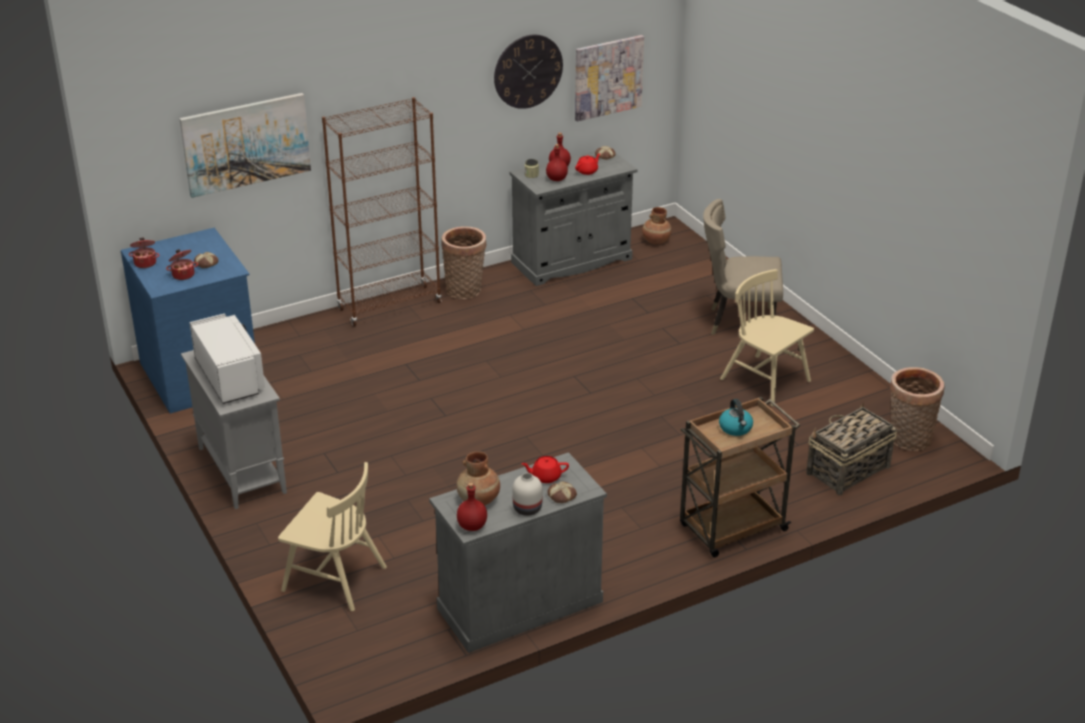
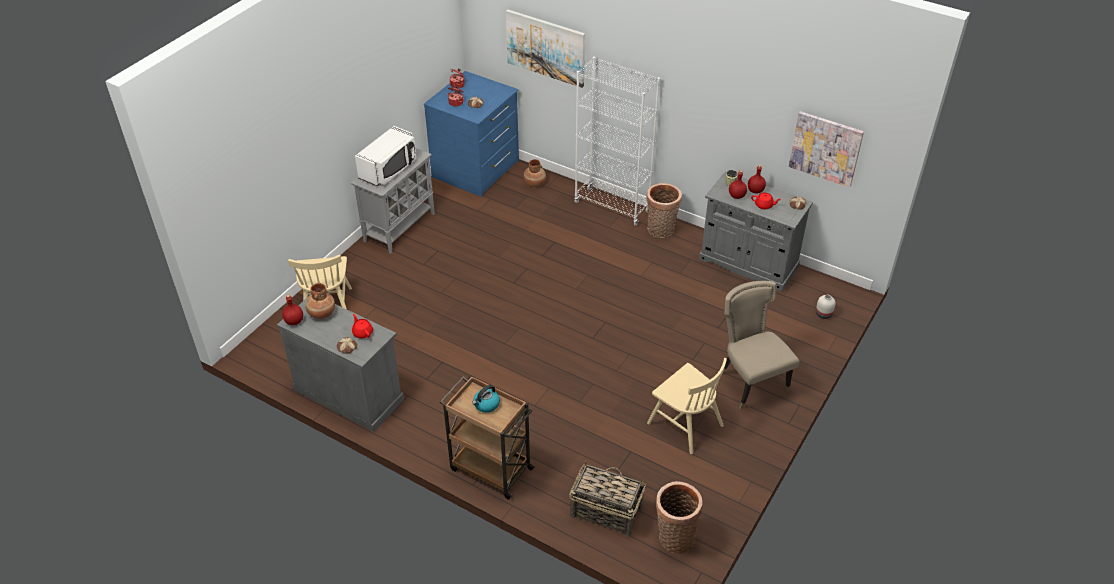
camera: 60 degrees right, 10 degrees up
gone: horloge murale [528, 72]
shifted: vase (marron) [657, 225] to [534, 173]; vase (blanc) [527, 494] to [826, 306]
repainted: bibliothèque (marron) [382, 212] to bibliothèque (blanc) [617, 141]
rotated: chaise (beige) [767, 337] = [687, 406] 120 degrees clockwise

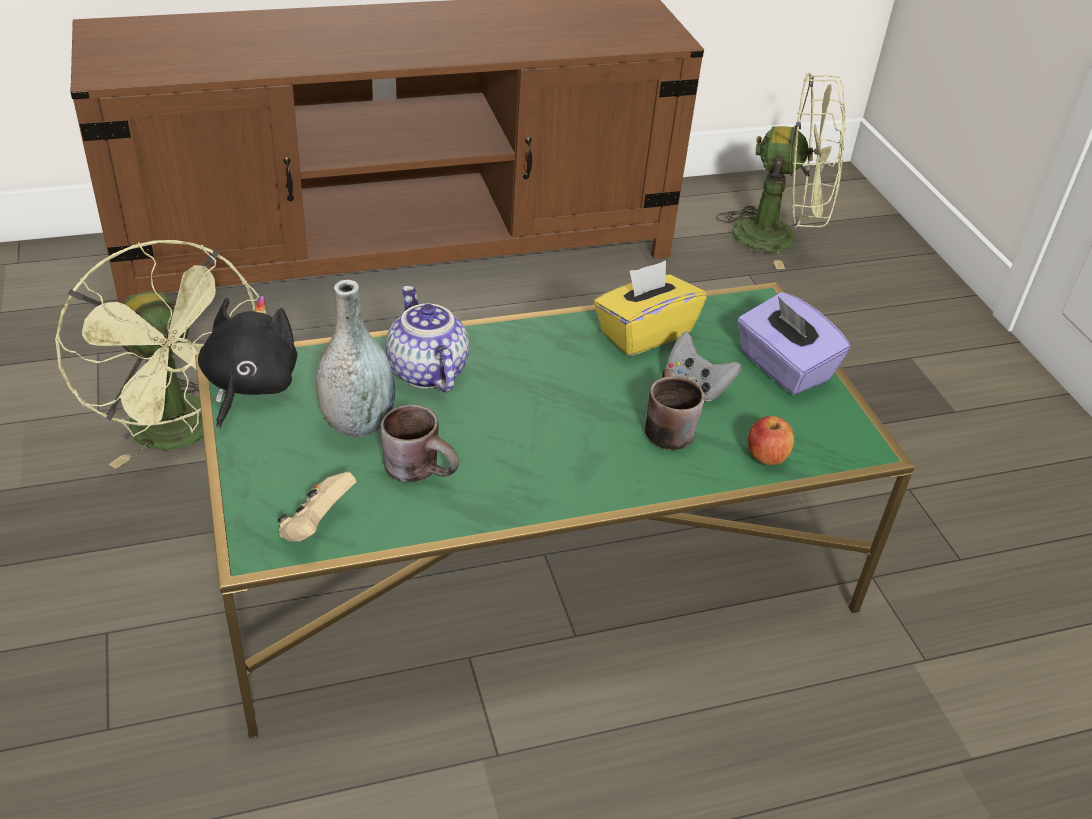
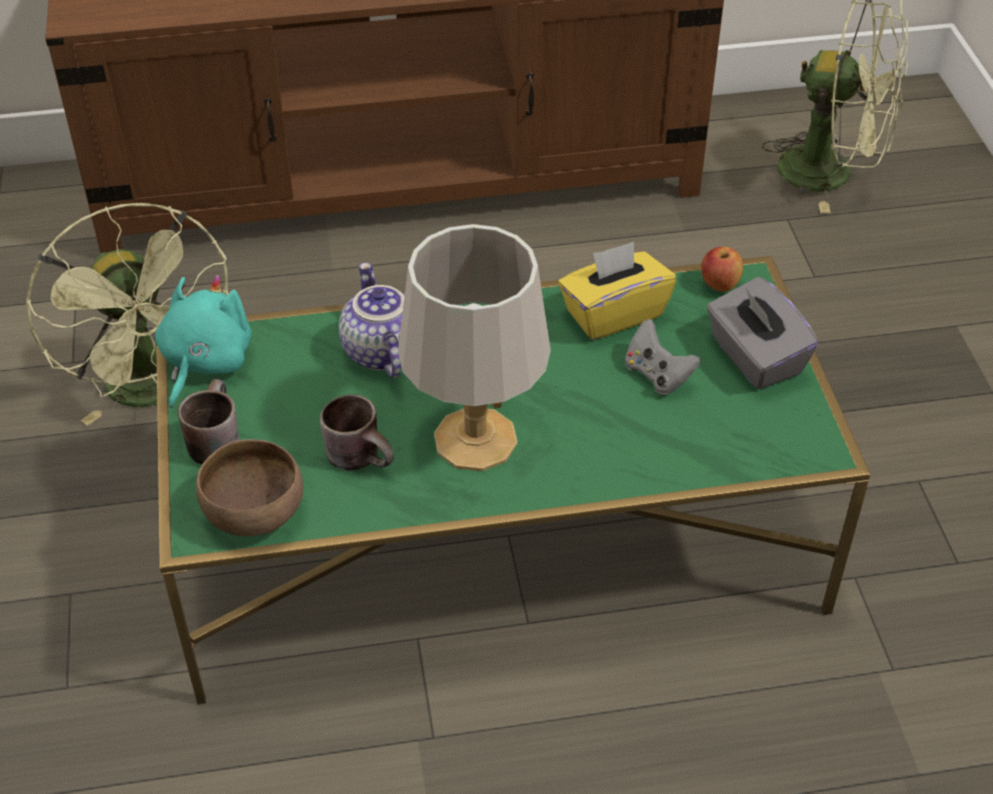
camera: 10 degrees right, 5 degrees up
gone: vase (gris) [355, 358]
new: lampe de table (gris) [474, 347]
shifted: mug (marron) [675, 409] to [209, 421]; pomme [771, 440] to [722, 269]
swapped: manette (beige) [316, 507] to bol (marron) [249, 488]
repainted: boîte à mouchoirs (violet) [793, 343] to boîte à mouchoirs (gris) [763, 333]; peluche (noir) [247, 362] to peluche (turquoise) [203, 342]

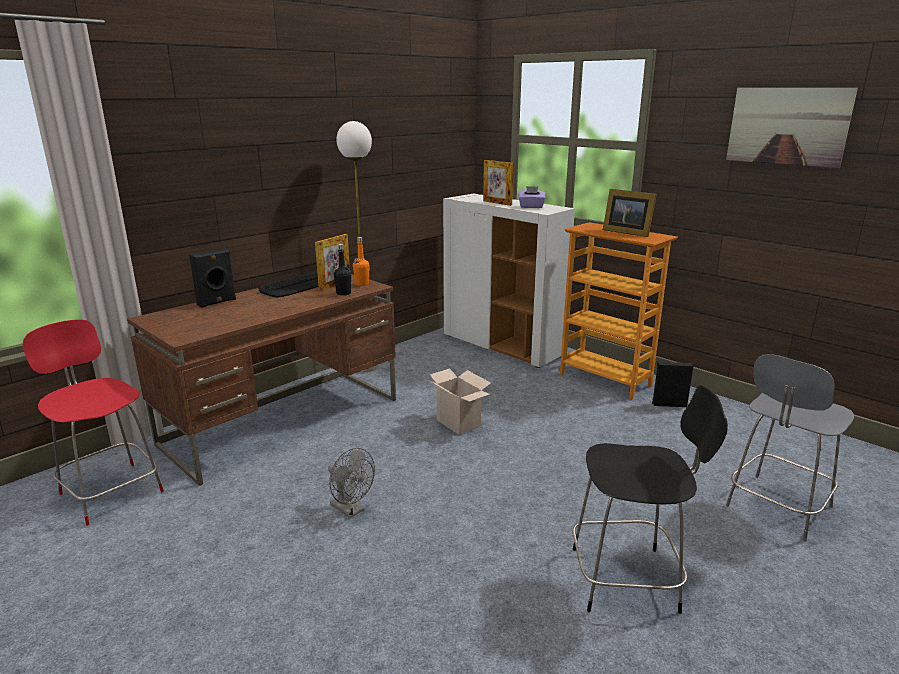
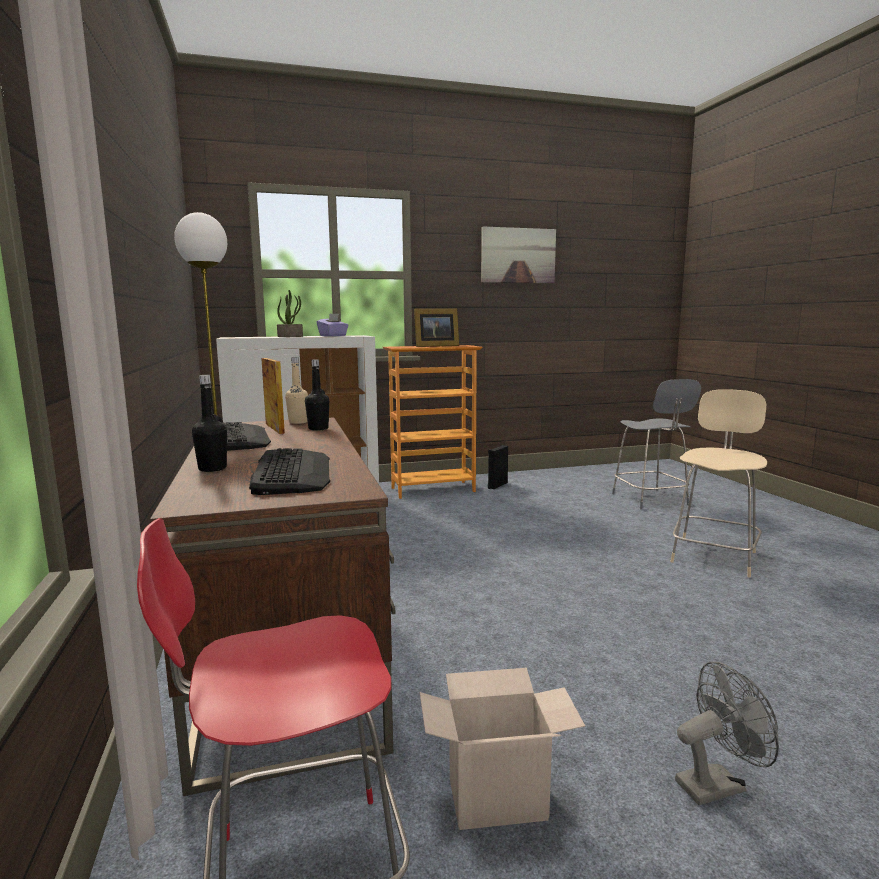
camera: 60 degrees left, 10 degrees down
new: clavier [289, 471]
shifted: carton [459, 401] to [502, 749]; ventilateur (gris) [351, 483] to [727, 733]
swapped: cadre photo [498, 183] to plante en pot [290, 313]; enceinte (noir) [212, 278] to bouteille (noir) [209, 423]
repainted: bouteille (orange) [361, 261] to bouteille (beige) [296, 390]; chaise (noir) [650, 499] to chaise (beige) [719, 483]

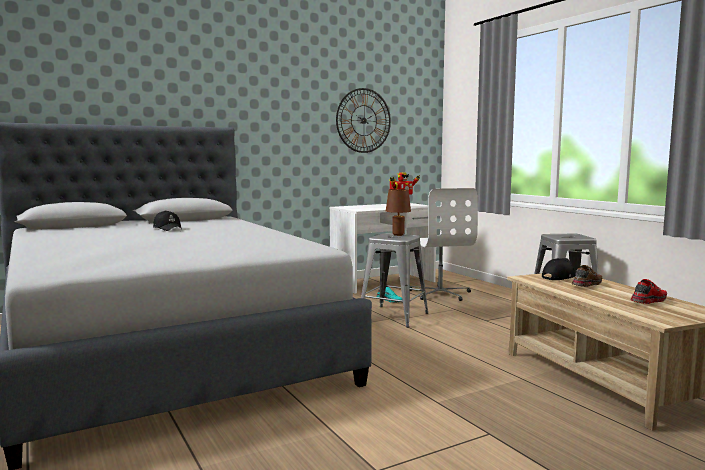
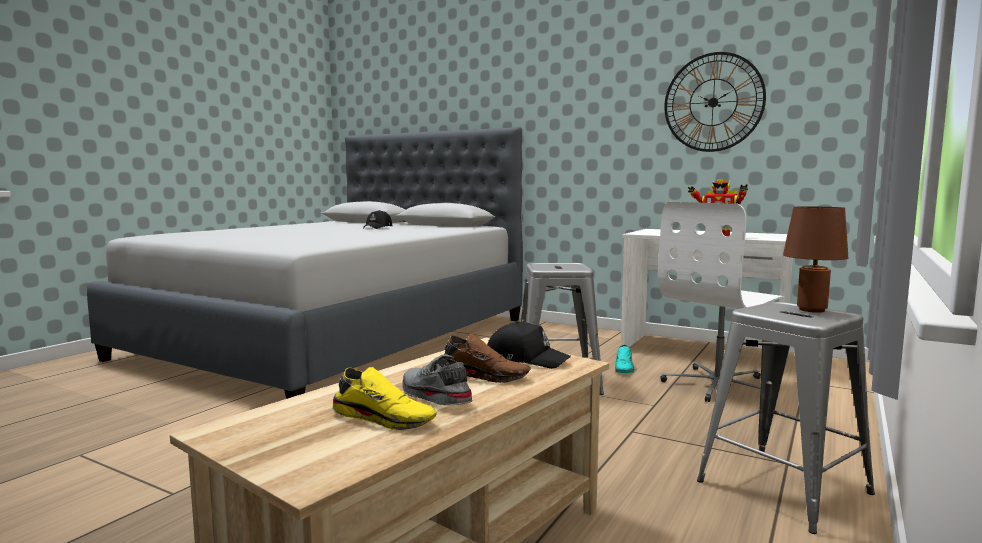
camera: 60 degrees right, 0 degrees up
new: chaussure (gris) [438, 379]
shifted: lampe de table (marron) [398, 212] to [815, 259]
repainted: chaussure (rouge) [648, 291] to chaussure (jaune) [384, 398]

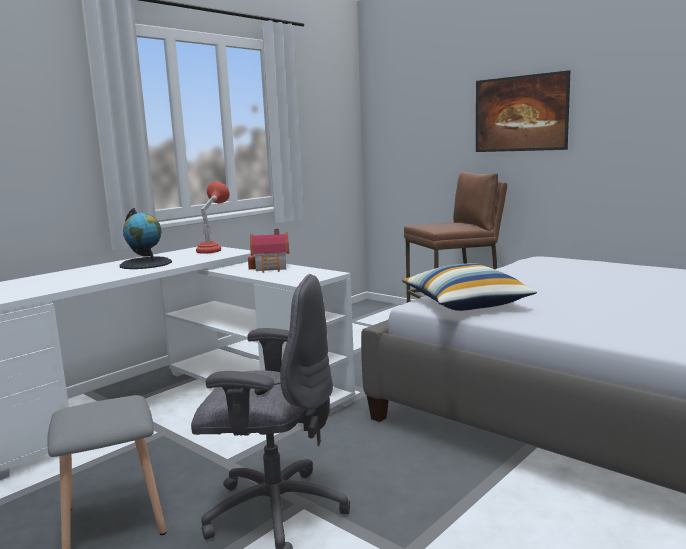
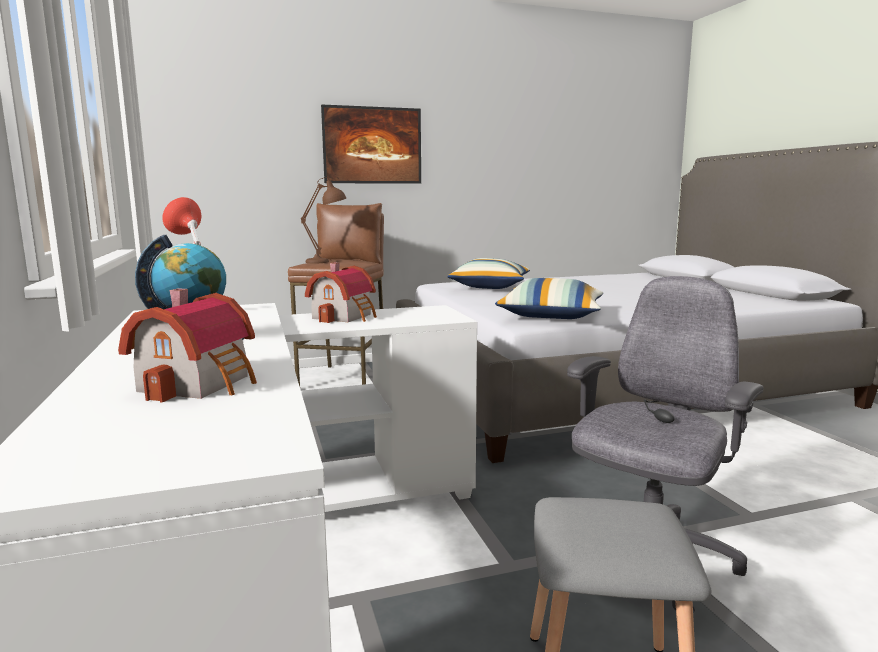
camera: 60 degrees left, 0 degrees up
new: lampe de table (marron) [323, 220]; coussin [488, 273]; maison miniature [187, 345]

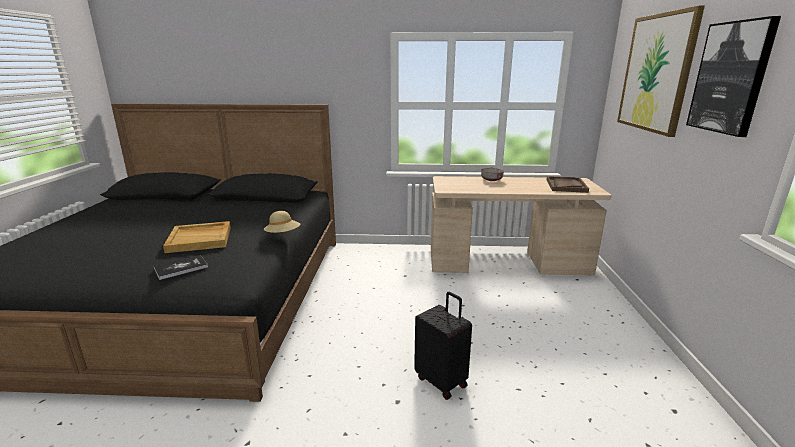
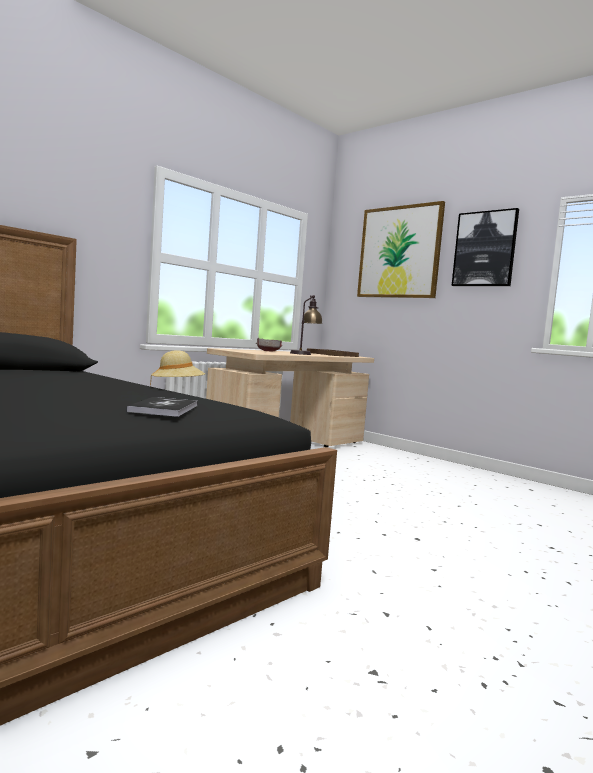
camera: 50 degrees left, 15 degrees down
gone: plateau (beige) [197, 237]; valise (noir) [443, 346]
new: lampe de table [306, 325]

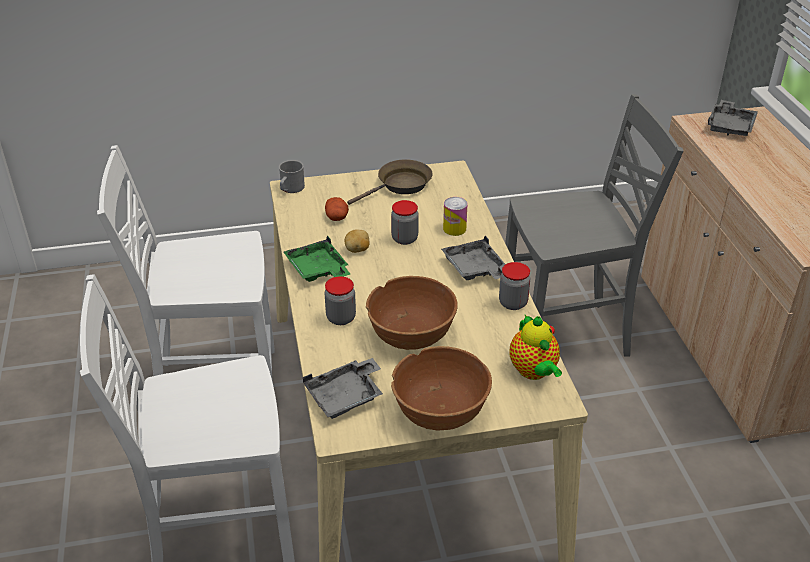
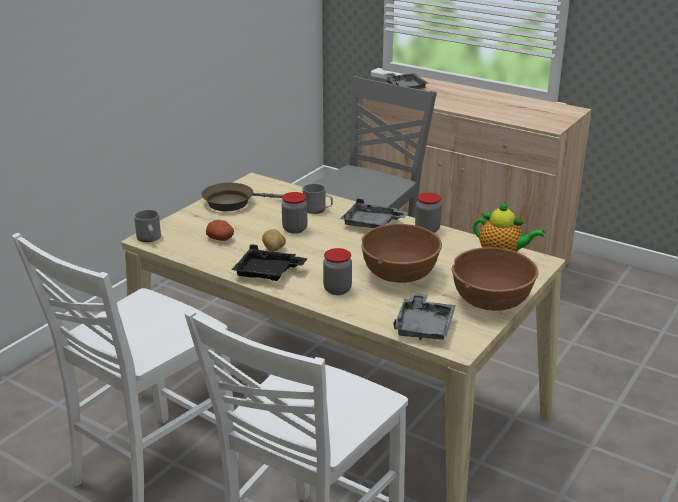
camera: 45 degrees left, 10 degrees down
swapped: boîte métallique [455, 216] to mug (gris) [317, 198]
repainted: plateau (vert) [316, 259] to plateau (noir) [269, 262]
rotated: poêle (marron) [390, 182] = [242, 197] 105 degrees counterclockwise

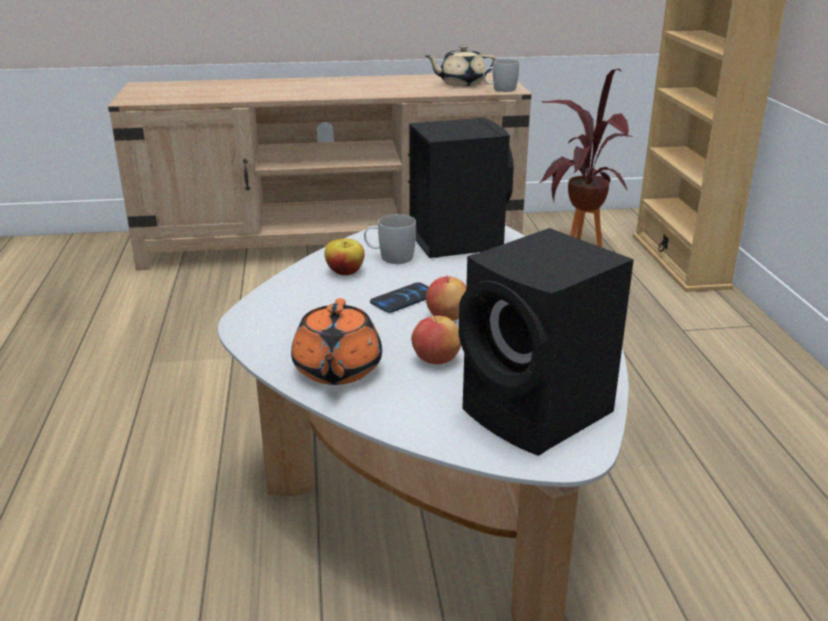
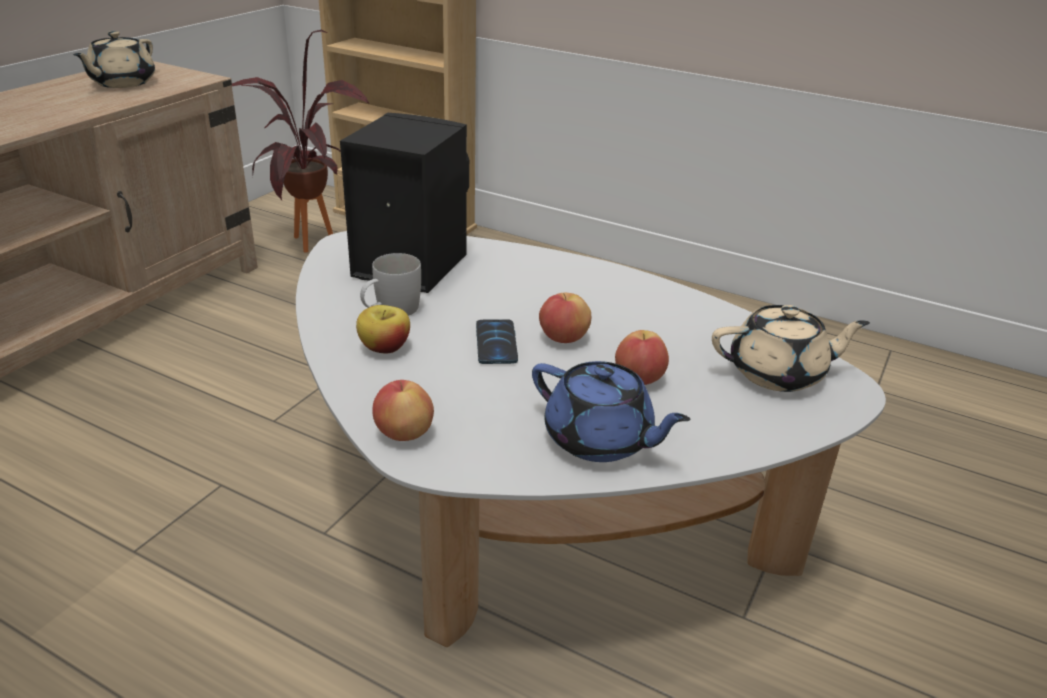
camera: 55 degrees left, 5 degrees up
gone: mug (blanc) [501, 75]
new: pomme [403, 410]
swapped: enceinte (noir) [546, 342] to théière (beige) [791, 348]
repainted: théière (orange) [336, 341] to théière (bleu) [611, 411]

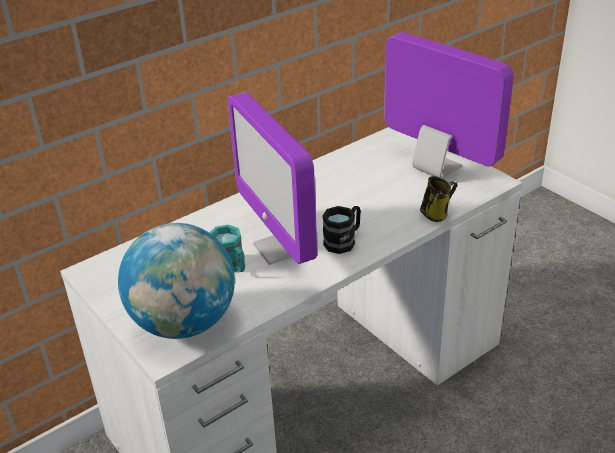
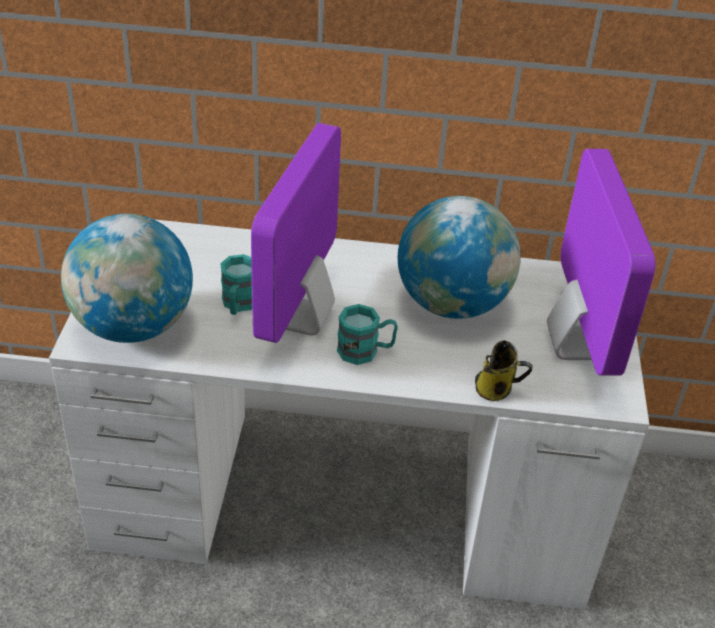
camera: 40 degrees right, 5 degrees up
new: globe [459, 257]
repainted: mug (noir) [341, 230] to mug (turquoise) [367, 334]

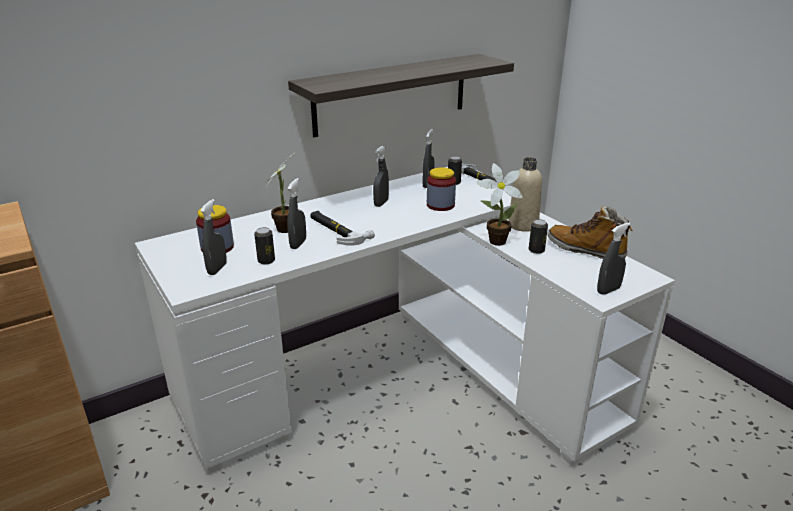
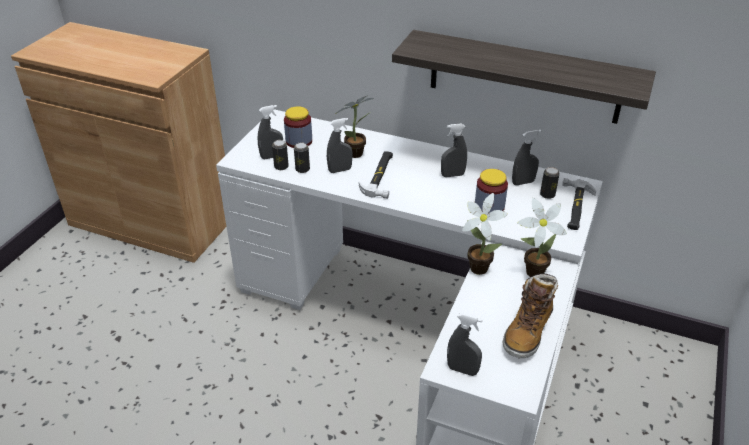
camera: 55 degrees right, 10 degrees up
shifted: boîte métallique [538, 236] to [280, 155]
swapped: bouteille (beige) [525, 194] to plante en pot [542, 237]
rotated: botte [590, 232] = [530, 316] 150 degrees counterclockwise

